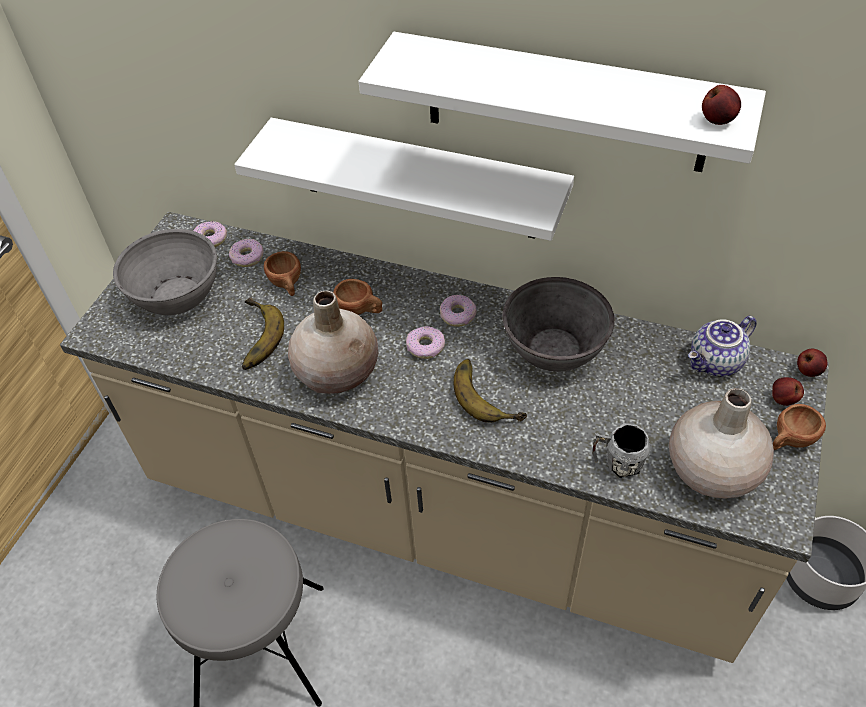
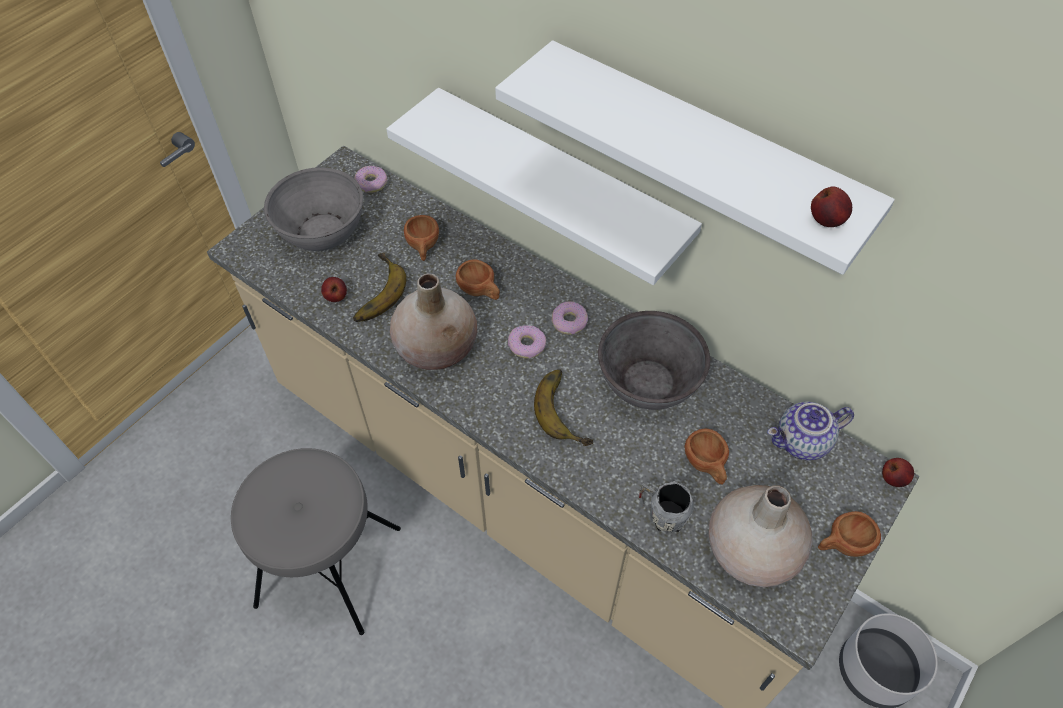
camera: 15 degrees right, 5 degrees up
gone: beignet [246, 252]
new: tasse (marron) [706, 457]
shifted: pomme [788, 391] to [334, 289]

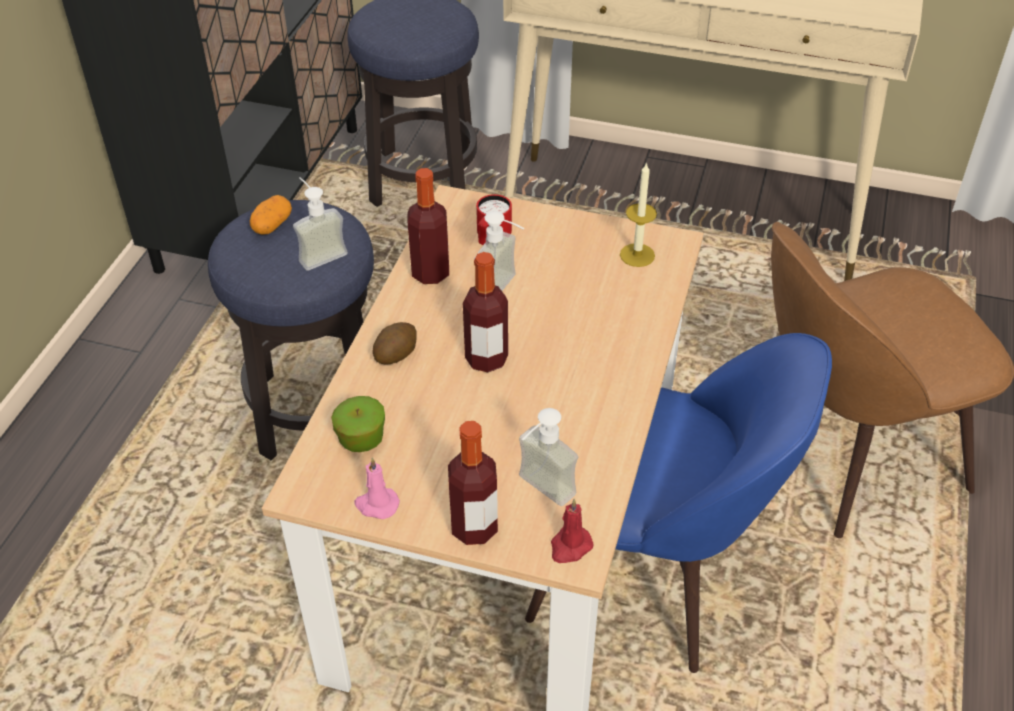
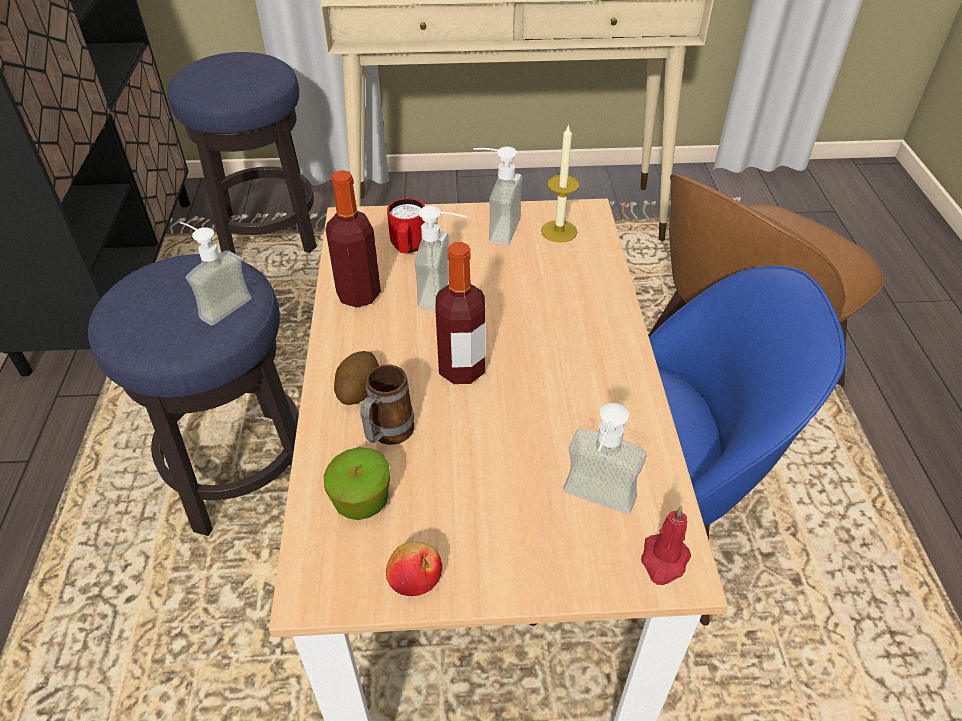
camera: 20 degrees left, 0 degrees up
gone: pomme de terre [271, 214]; bouteille [473, 483]
new: distributeur de savon [498, 196]; mug [387, 405]
swapped: bougie (rose) [377, 488] to pomme [414, 569]

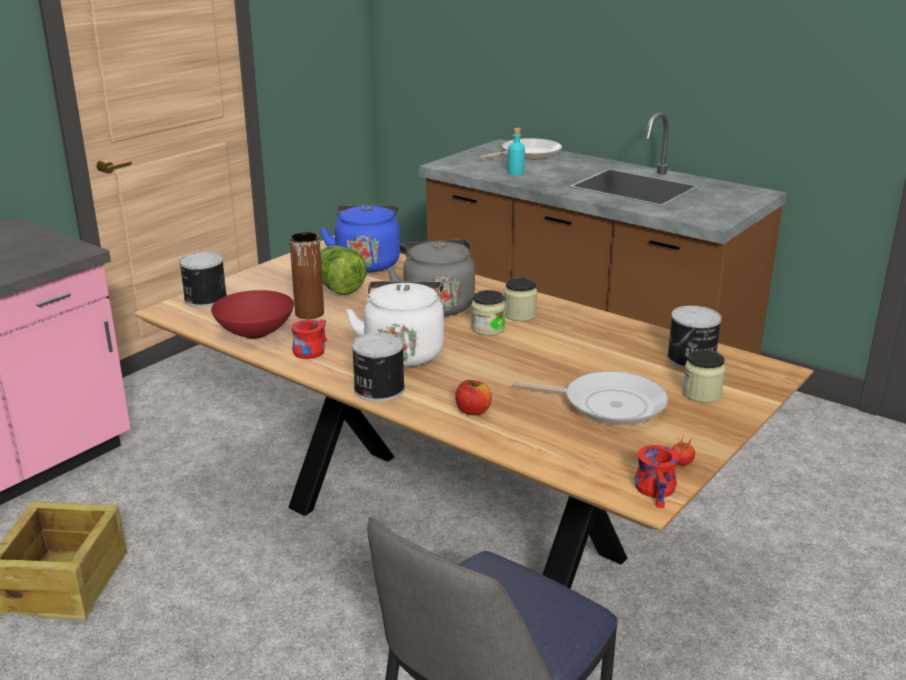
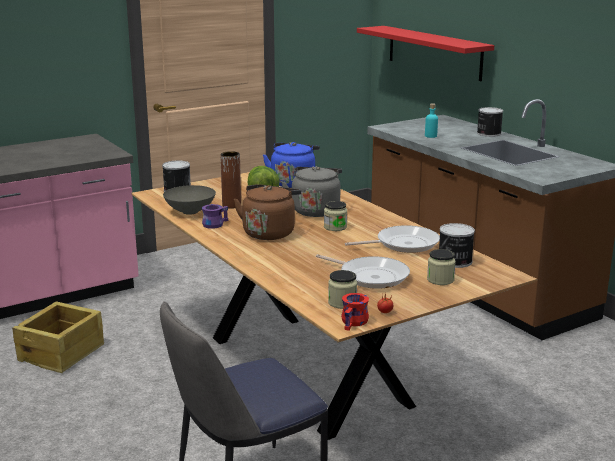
camera: 20 degrees right, 5 degrees down
gone: pomme [473, 397]
new: étagère (rouge) [425, 53]
shifted: poêle [520, 148] to [392, 239]; bocal [520, 299] to [342, 289]; boîte métallique [378, 367] to [490, 122]
repainted: bouilloire (blanc) [395, 324] to bouilloire (marron) [267, 212]; bol (rouge) [252, 314] to bol (gris) [189, 200]; mug (rouge) [309, 339] to mug (violet) [215, 216]

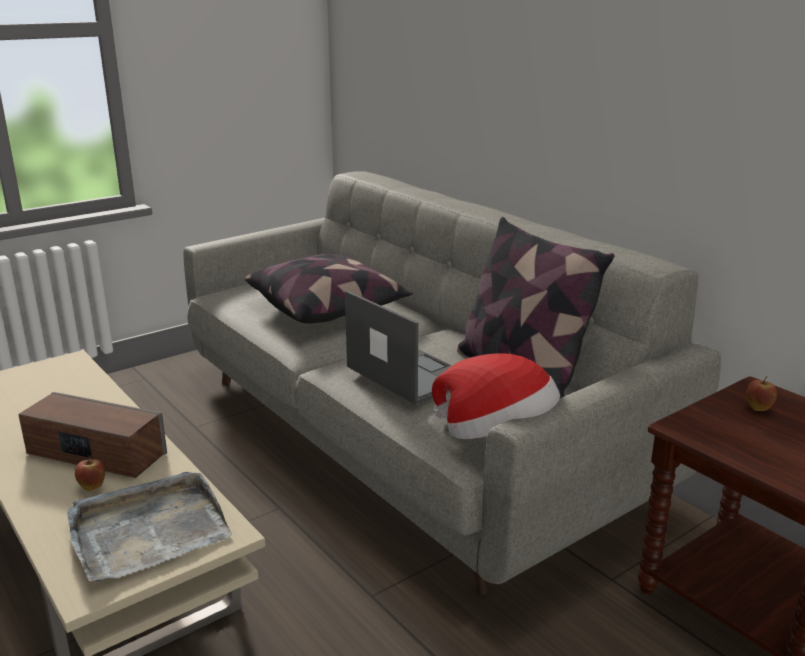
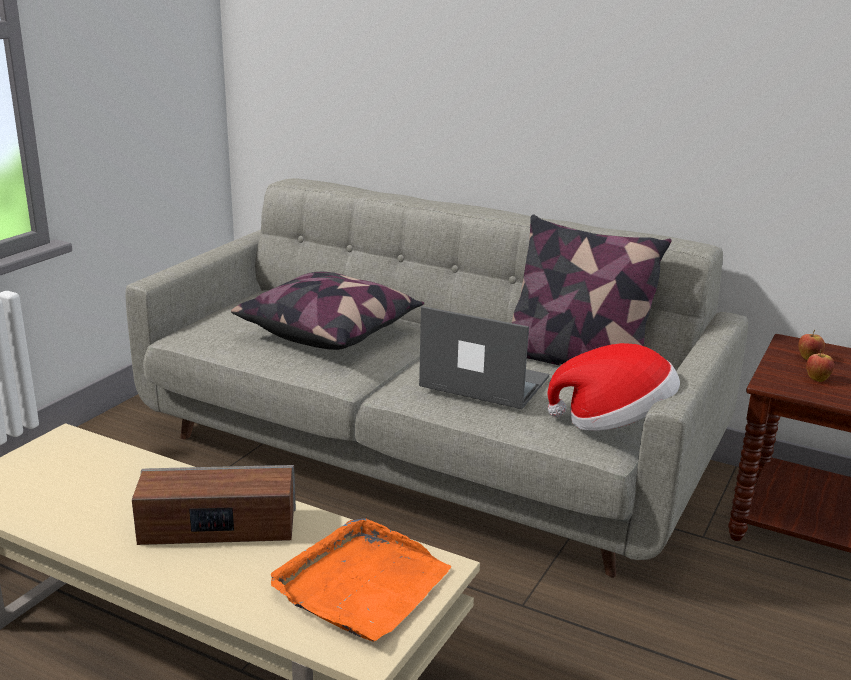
camera: 25 degrees left, 0 degrees up
shifted: pomme [90, 473] to [820, 365]
repainted: plateau (gris) [149, 527] to plateau (orange) [361, 580]

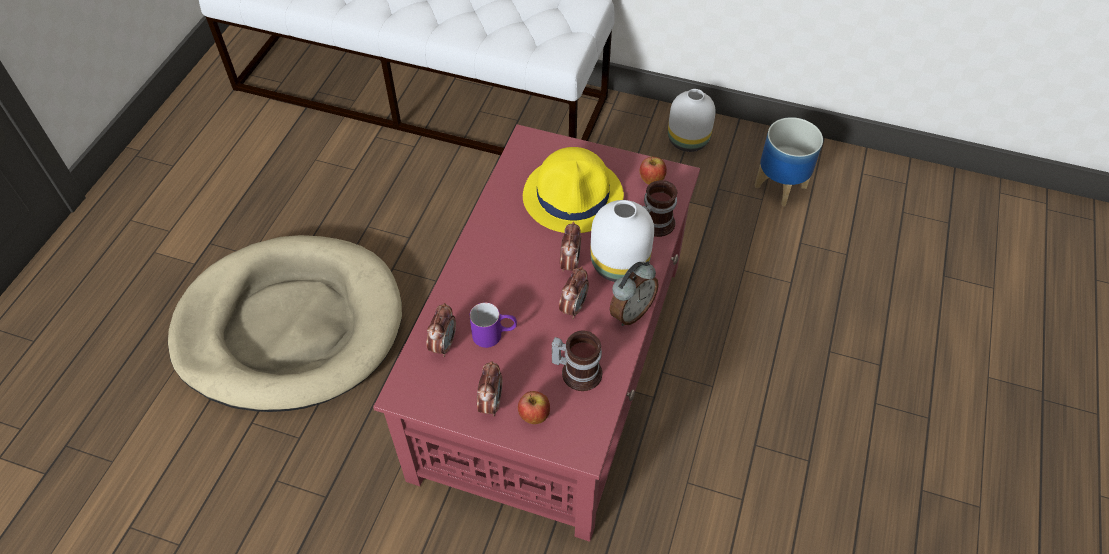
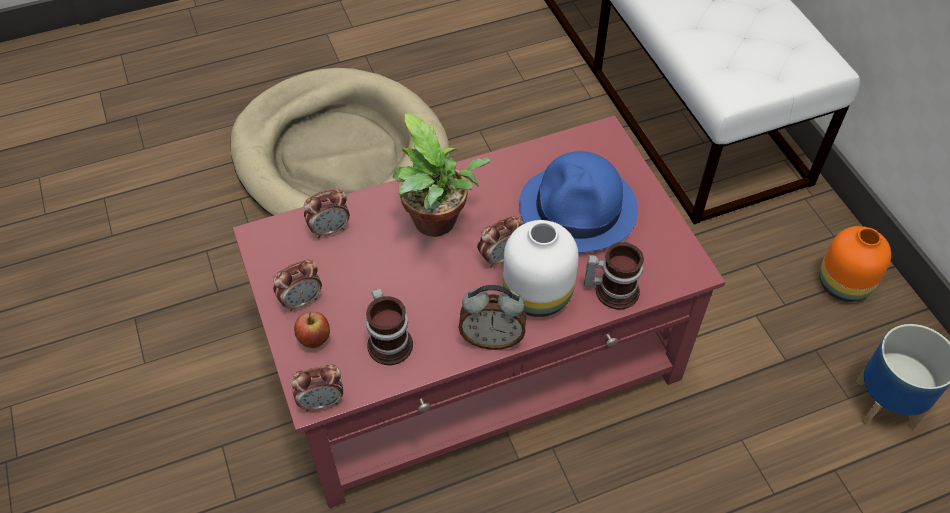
camera: 50 degrees right, 0 degrees up
gone: pomme [653, 170]; mug (violet) [493, 325]
new: plante en pot [442, 175]
shifted: réveil [574, 292] to [317, 388]
repainted: vase (blanc) [692, 120] to vase (orange) [855, 264]; chapeau (jaune) [573, 190] to chapeau (bleu) [578, 202]

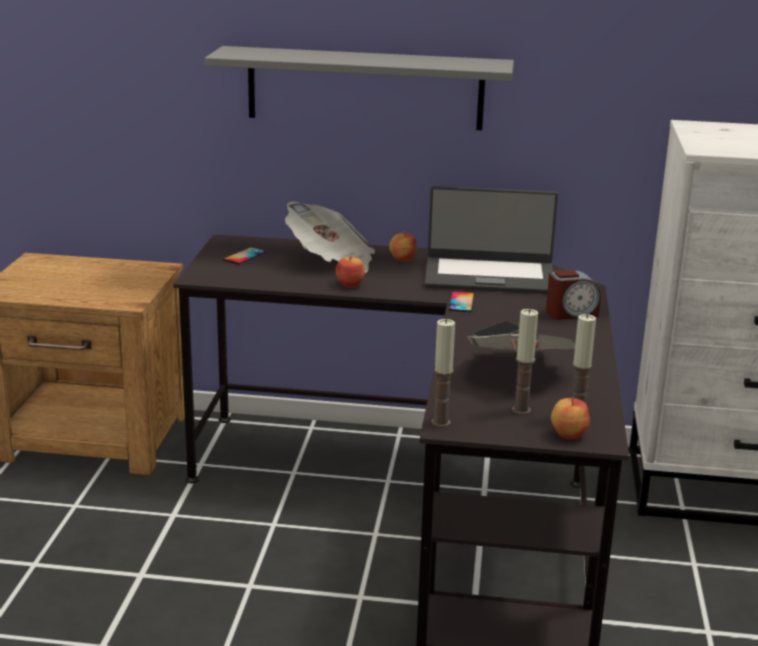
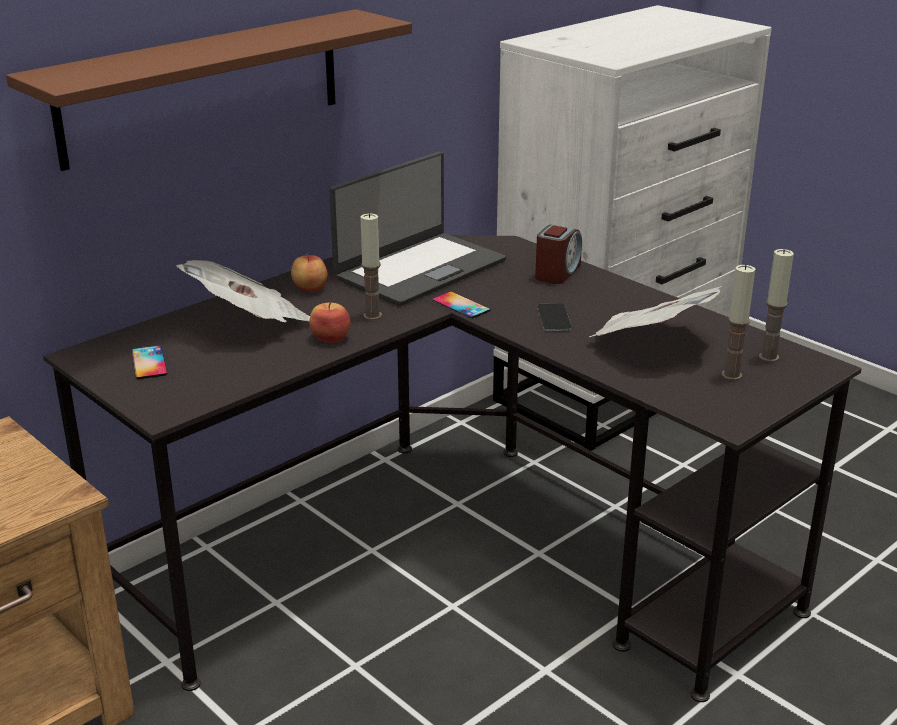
camera: 50 degrees left, 5 degrees up
gone: pomme [570, 418]
shifted: bougie [443, 373] to [371, 266]
repainted: étagère (gris) [359, 88] to étagère (marron) [209, 90]

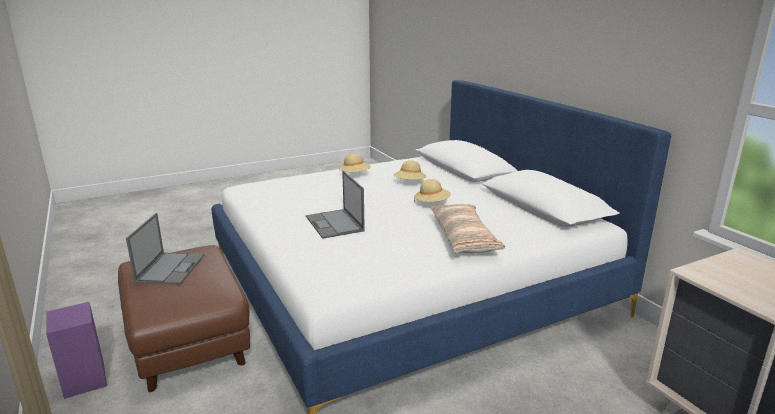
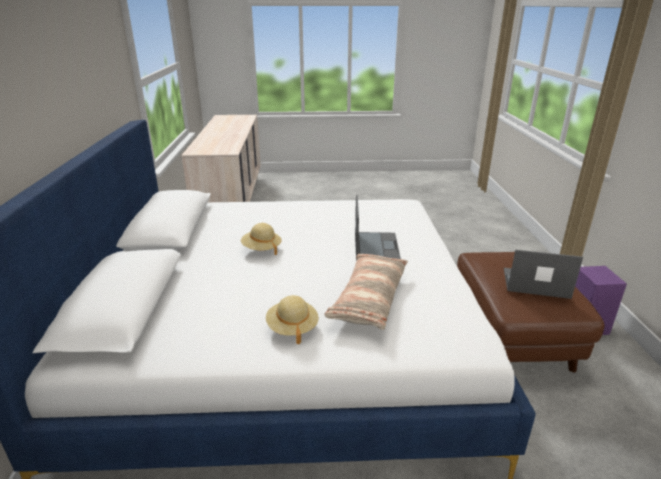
camera: 155 degrees left, 5 degrees up
gone: chapeau (beige) [410, 170]
shifted: coussin [467, 228] to [366, 292]
rotated: ordinateur portable [165, 248] = [543, 274] 75 degrees clockwise

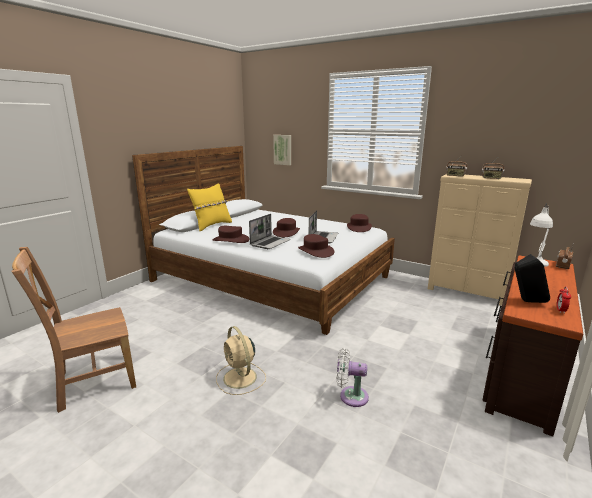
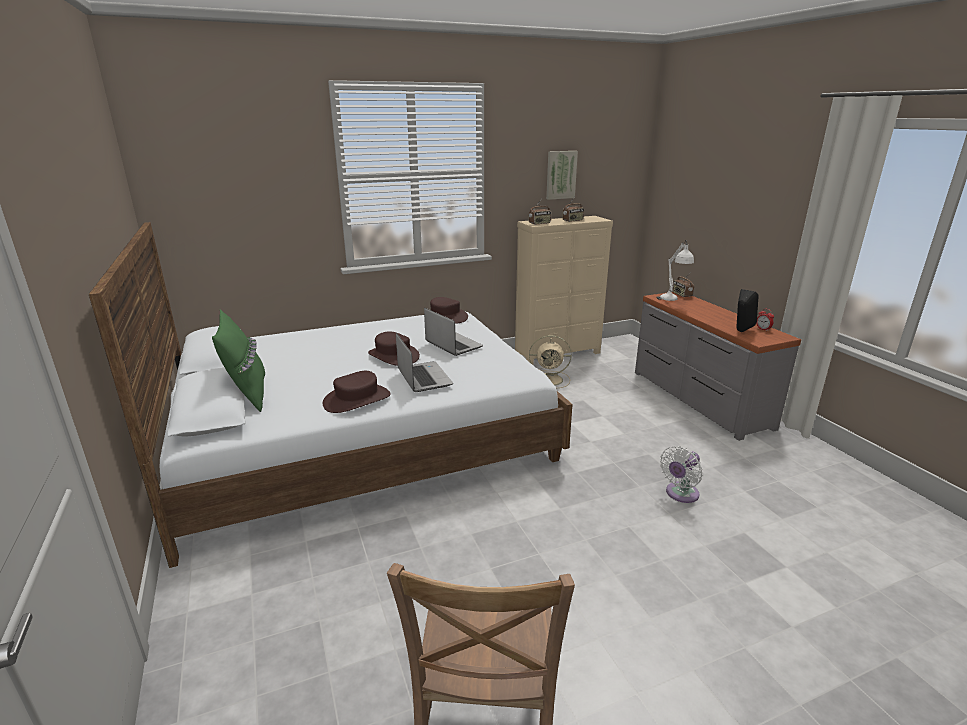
camera: 55 degrees left, 5 degrees up
gone: chapeau (marron) [316, 246]
shifted: tableau [282, 150] to [562, 175]; ventilateur (beige) [241, 360] to [550, 361]
repainted: coussin (jaune) [209, 207] to coussin (vert) [238, 361]; commode (marron) [533, 346] to commode (gris) [718, 366]

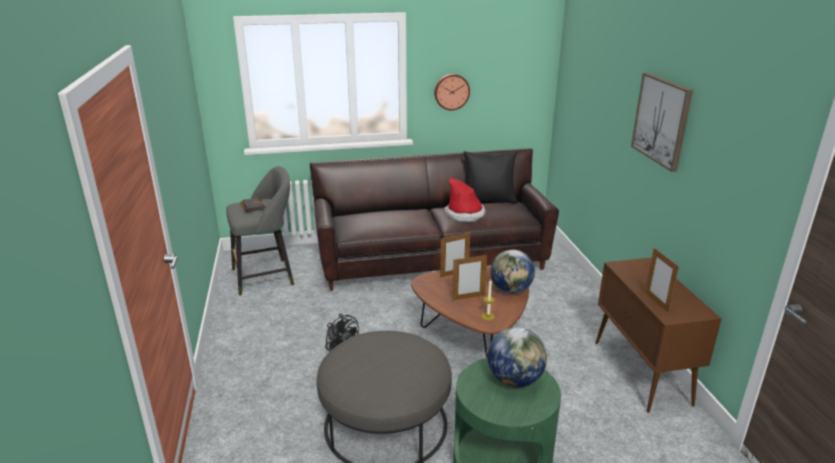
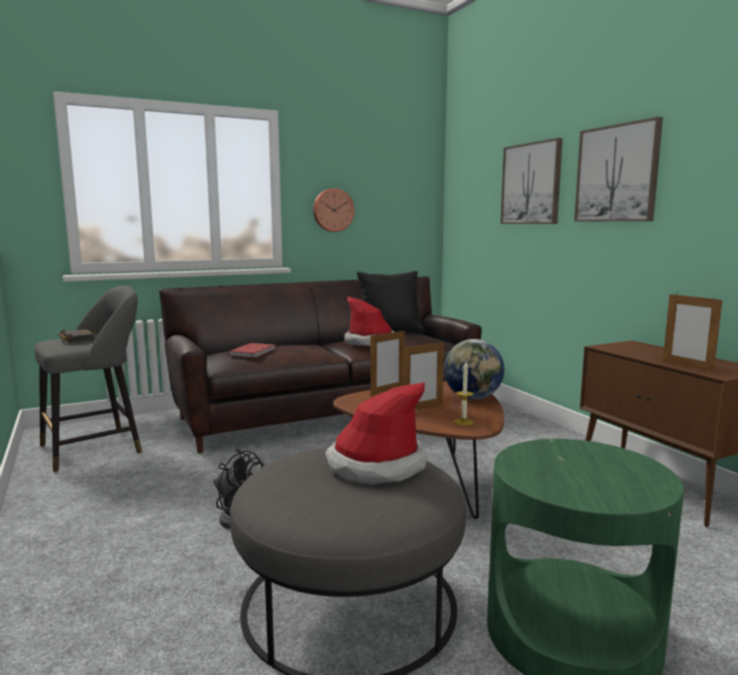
camera: 15 degrees left, 15 degrees down
gone: globe [517, 357]
new: tableau [531, 181]; livre (rouge) [251, 350]; chapeau [376, 433]

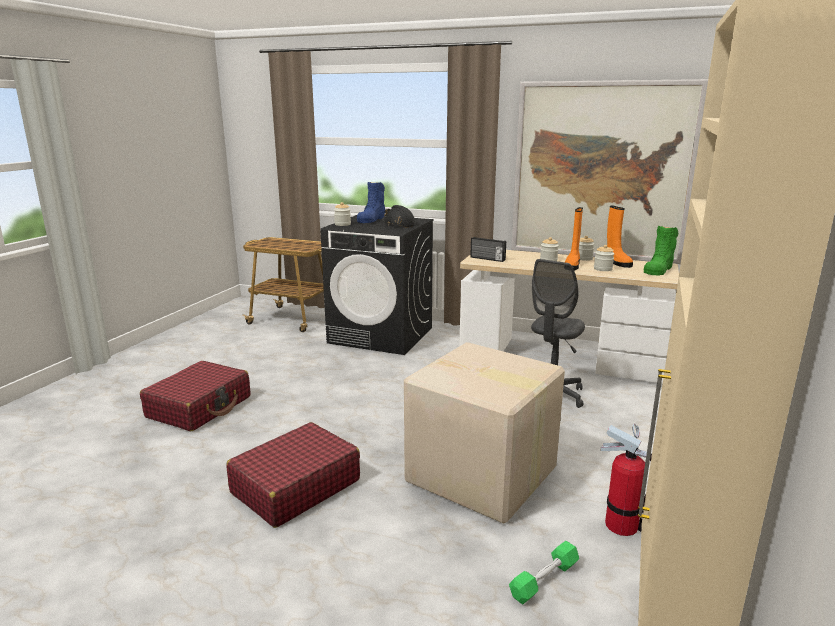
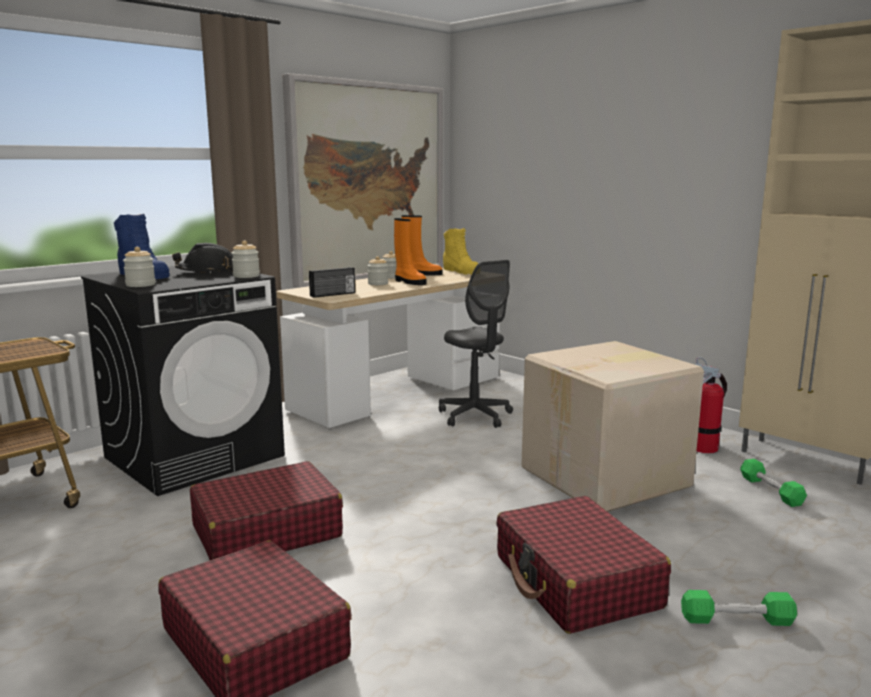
camera: 65 degrees left, 5 degrees down
new: valise (rouge) [266, 510]; haltère (vert) [739, 608]
shifted: bocal [604, 258] to [245, 259]
repainted: botte (vert) [661, 250] to botte (jaune) [461, 251]

